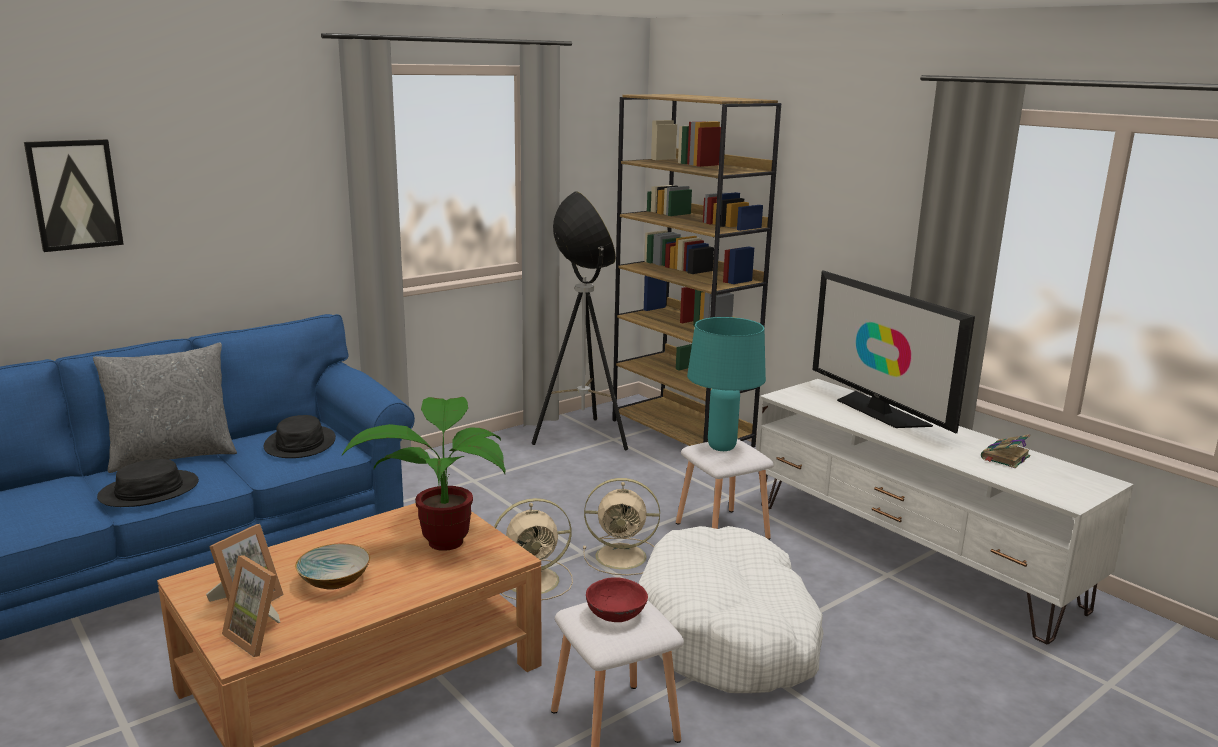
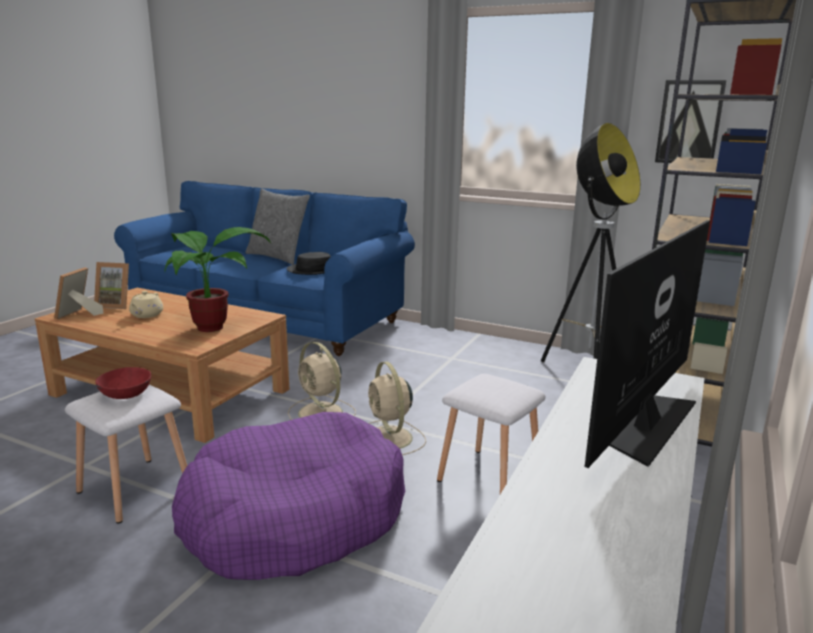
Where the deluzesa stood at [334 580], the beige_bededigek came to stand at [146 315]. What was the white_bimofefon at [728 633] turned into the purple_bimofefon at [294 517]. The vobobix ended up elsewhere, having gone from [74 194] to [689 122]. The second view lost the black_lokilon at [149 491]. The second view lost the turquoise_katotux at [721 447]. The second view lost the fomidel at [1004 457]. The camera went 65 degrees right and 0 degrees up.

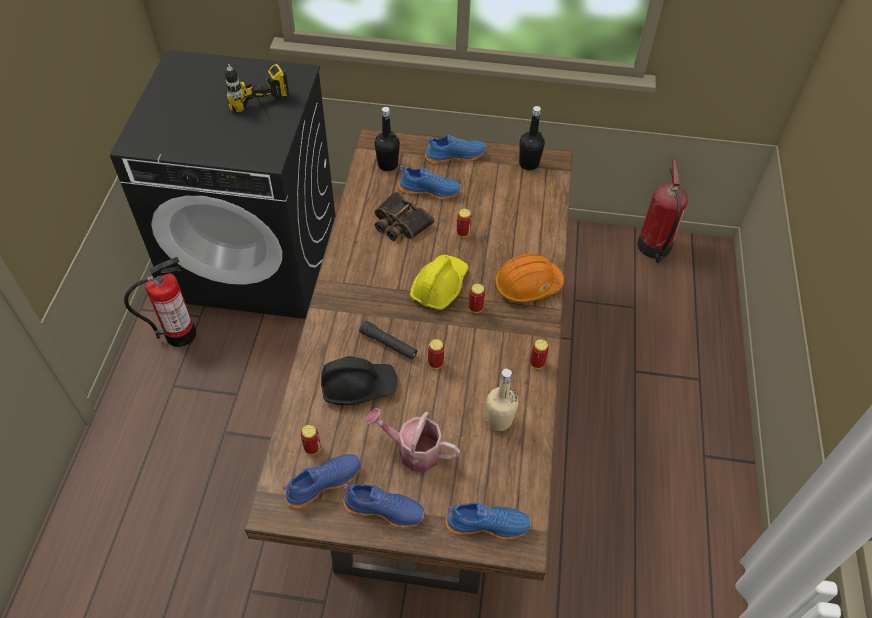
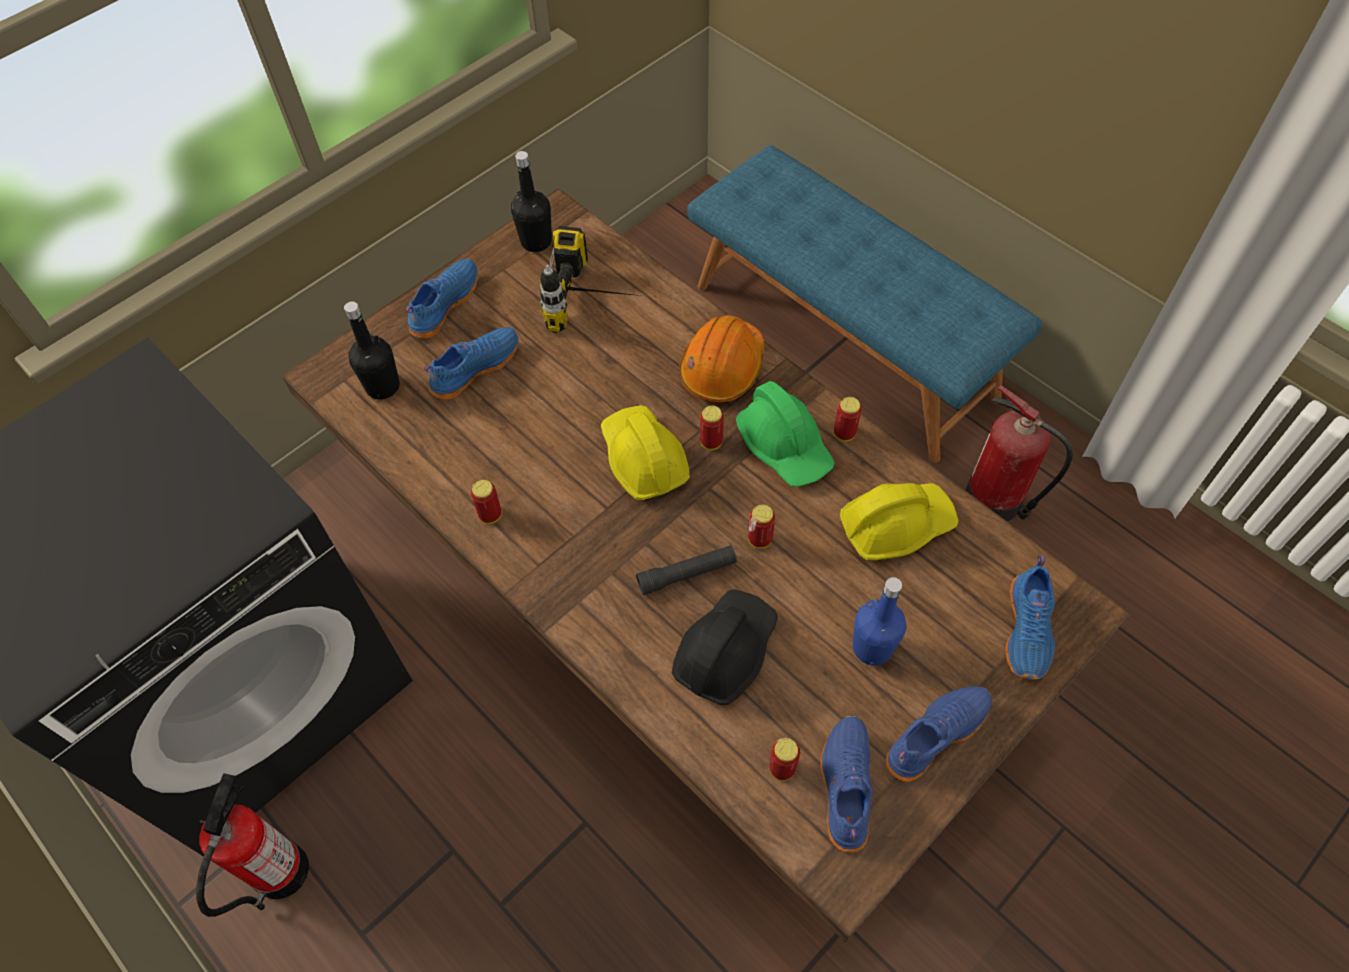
The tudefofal ended up elsewhere, having gone from [463 233] to [490 515]. The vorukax ended up elsewhere, having gone from [266 115] to [596 302]. The second view gained the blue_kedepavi at [845 339]. The second view gained the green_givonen at [784 446]. Where the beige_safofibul stood at [499 420], the yellow_givonen came to stand at [895 525]. Where the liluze stood at [413 450], the blue_safofibul came to stand at [872 647]. The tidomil ended up elsewhere, having gone from [654 247] to [996 501]. The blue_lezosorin at [487 523] ended up facing another way, 150 degrees clockwise from before. The second view lost the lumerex at [400 223]. The camera went 50 degrees left and 5 degrees up.

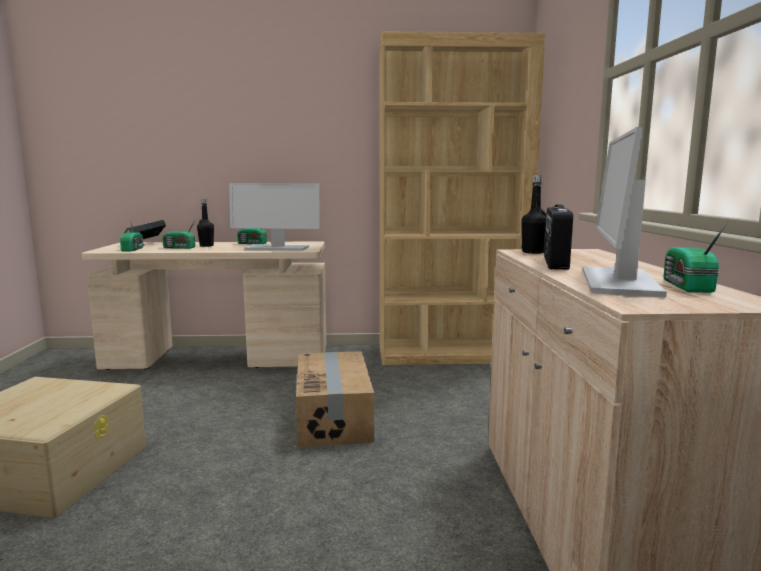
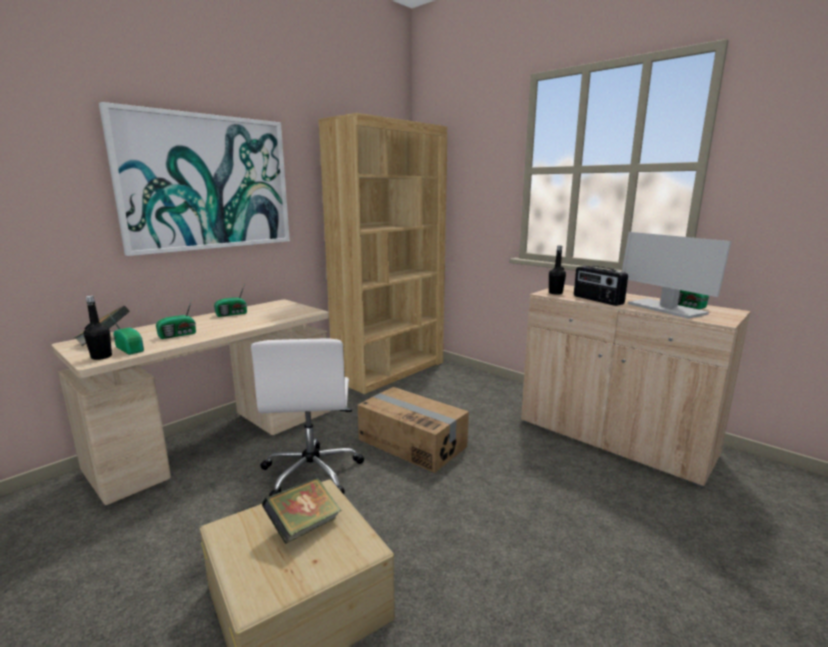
The black_safofibul ended up elsewhere, having gone from [206 246] to [101 357]. The second view gained the vobobix at [207 183]. The second view gained the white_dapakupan at [312 472]. The second view gained the fomidel at [304 526]. The second view lost the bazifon at [276 248]. The camera went 45 degrees left and 5 degrees up.

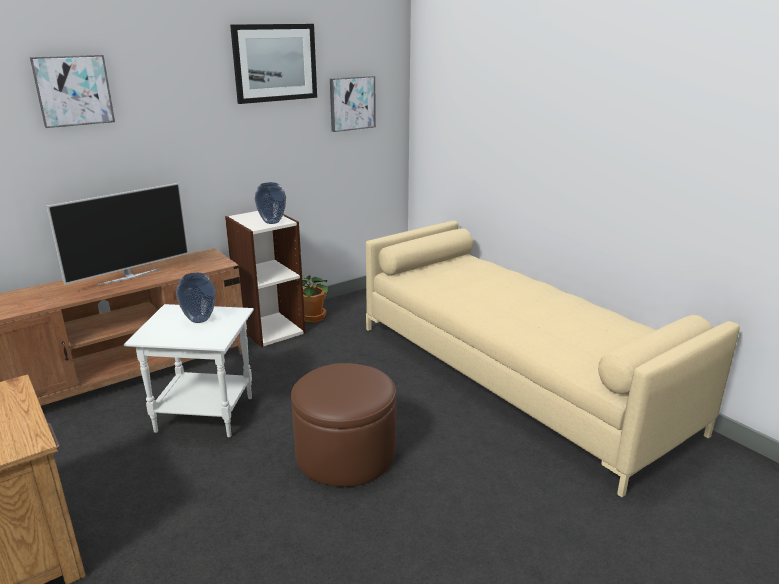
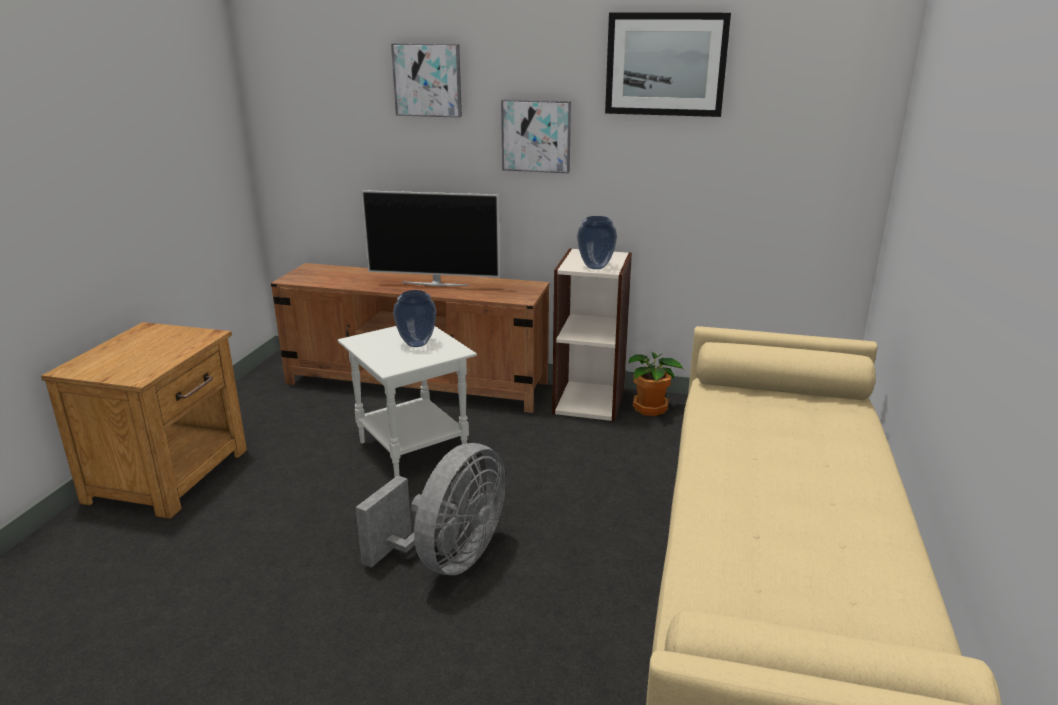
Where the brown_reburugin stood at [345 454], the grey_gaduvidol came to stand at [447 559]. The vobobix ended up elsewhere, having gone from [351 103] to [536 135]. The camera went 50 degrees right and 0 degrees up.

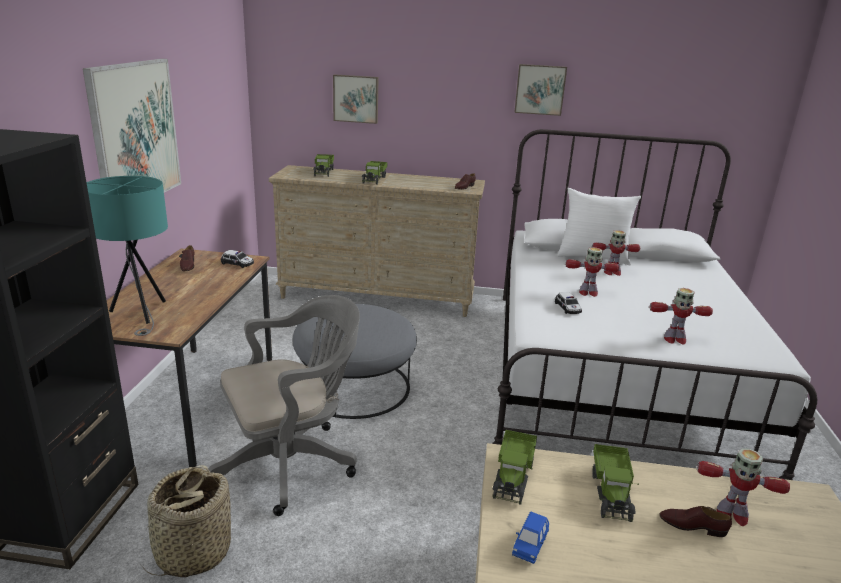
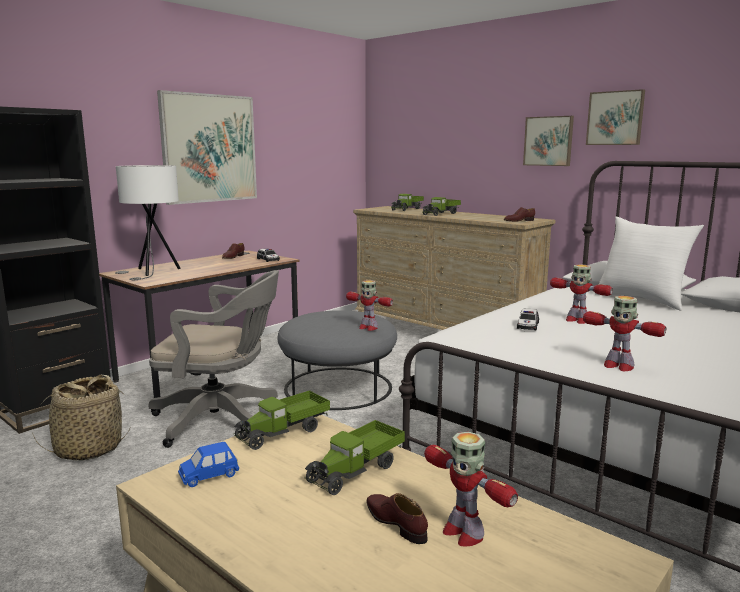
What was the turquoise_katotux at [141 314] turned into the white_katotux at [154 272]. The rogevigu ended up elsewhere, having gone from [612 272] to [368 327]. The vobobix ended up elsewhere, having gone from [356 98] to [548 141]. The camera went 35 degrees right and 10 degrees down.

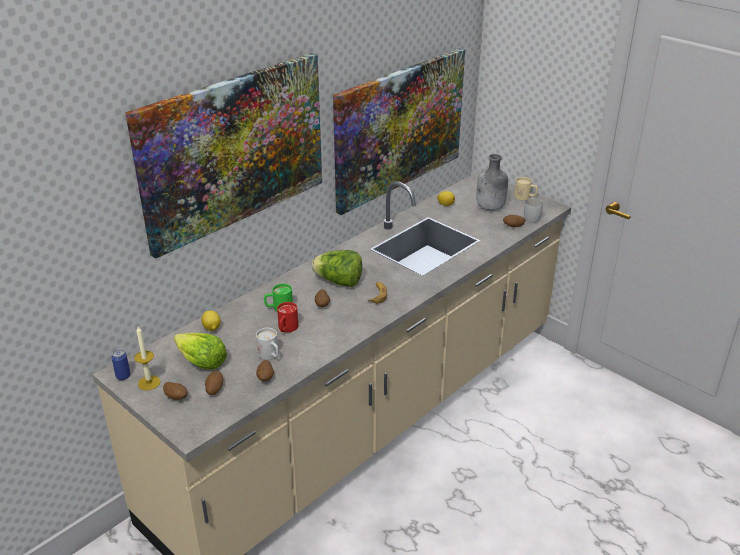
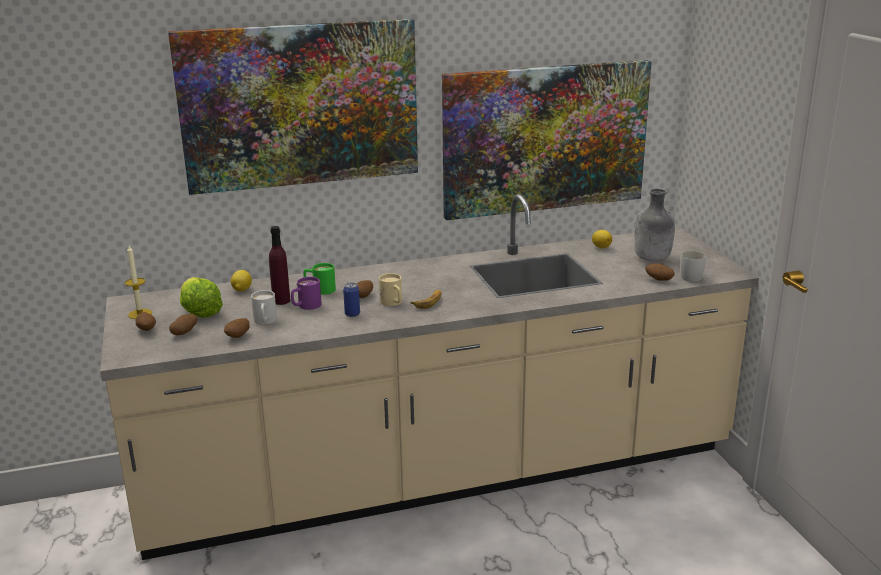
The second view gained the purple_safofibul at [281 301]. What was the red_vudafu at [286 329] turned into the purple_vudafu at [305 306]. The tudefofal ended up elsewhere, having gone from [123 376] to [352 314]. The beige_vudafu ended up elsewhere, having gone from [525 197] to [393 303]. The second view lost the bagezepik at [339 282]. The camera went 30 degrees right and 10 degrees down.

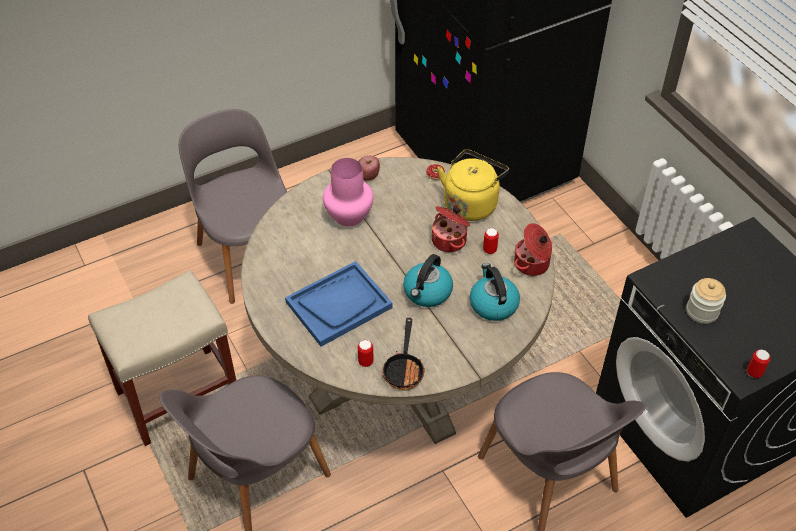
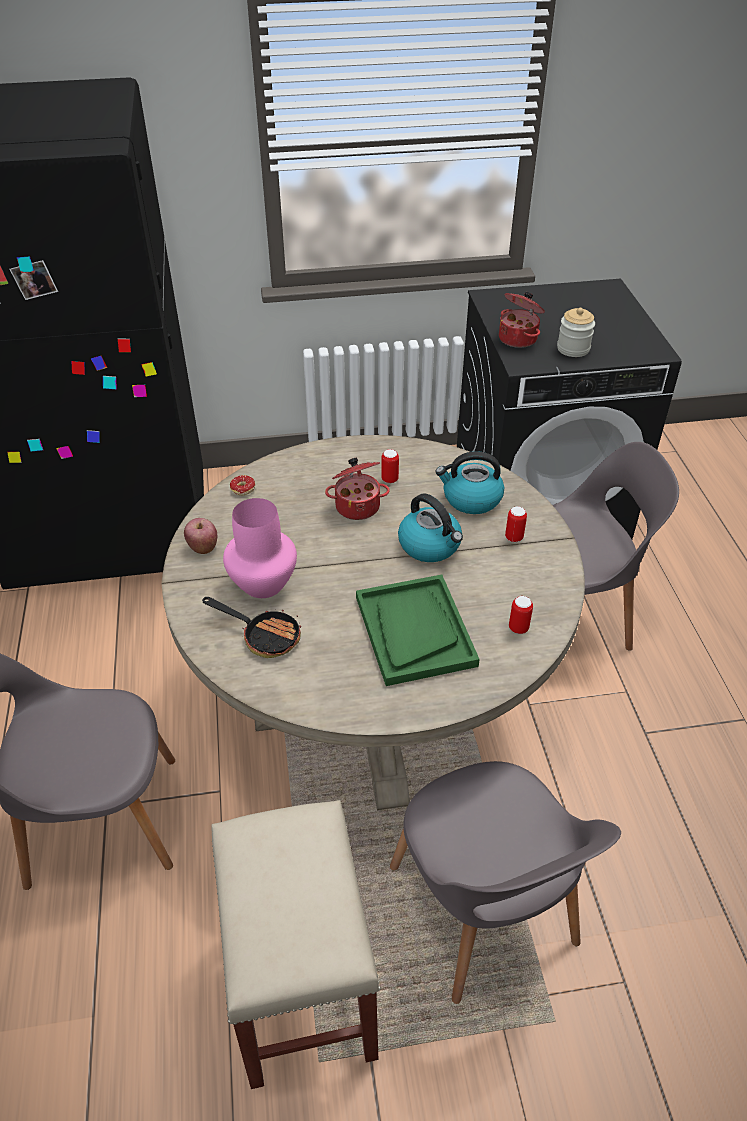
The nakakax ended up elsewhere, having gone from [404 369] to [264 635]. What was the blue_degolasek at [339 305] turned into the green_degolasek at [414 631]. The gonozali ended up elsewhere, having gone from [532 264] to [518 338]. The tudefofal ended up elsewhere, having gone from [754 372] to [514 537]. The second view lost the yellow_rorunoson at [471 203]. The camera went 70 degrees left and 5 degrees down.

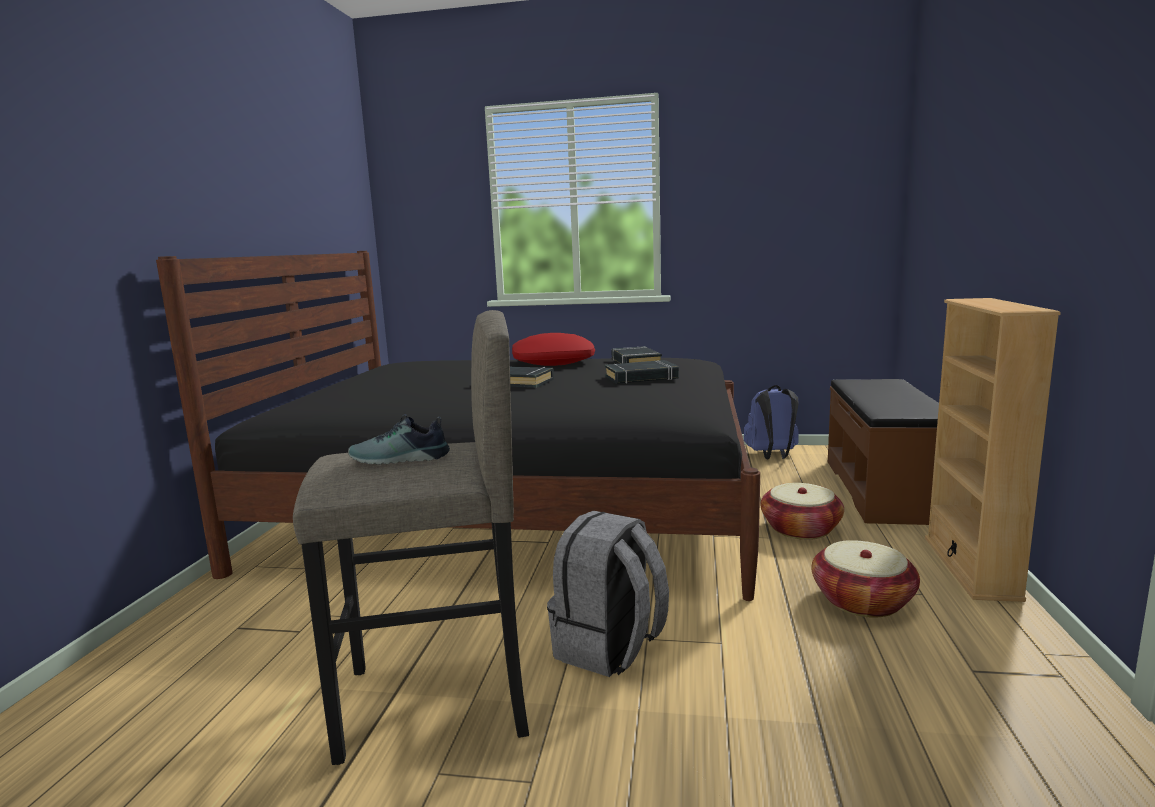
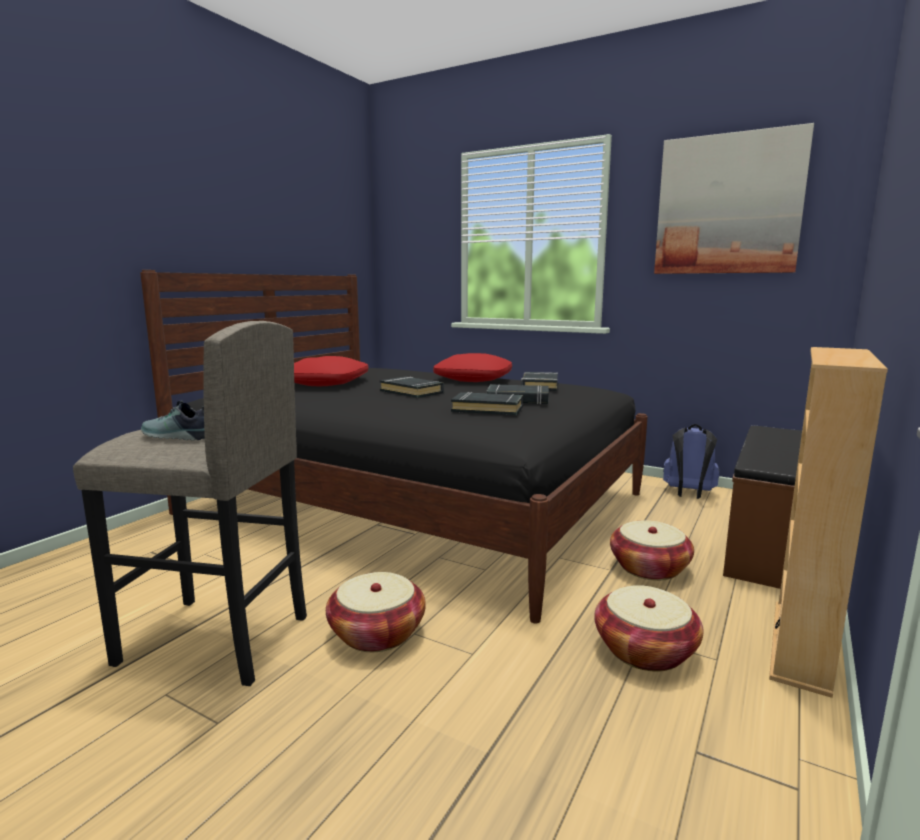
The second view gained the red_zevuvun at [326 383]. Where the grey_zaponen stood at [609 648], the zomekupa came to stand at [377 633]. The second view gained the black_fomidel at [487 409]. The second view gained the vobobix at [728 205]. The camera went 20 degrees right and 0 degrees up.

